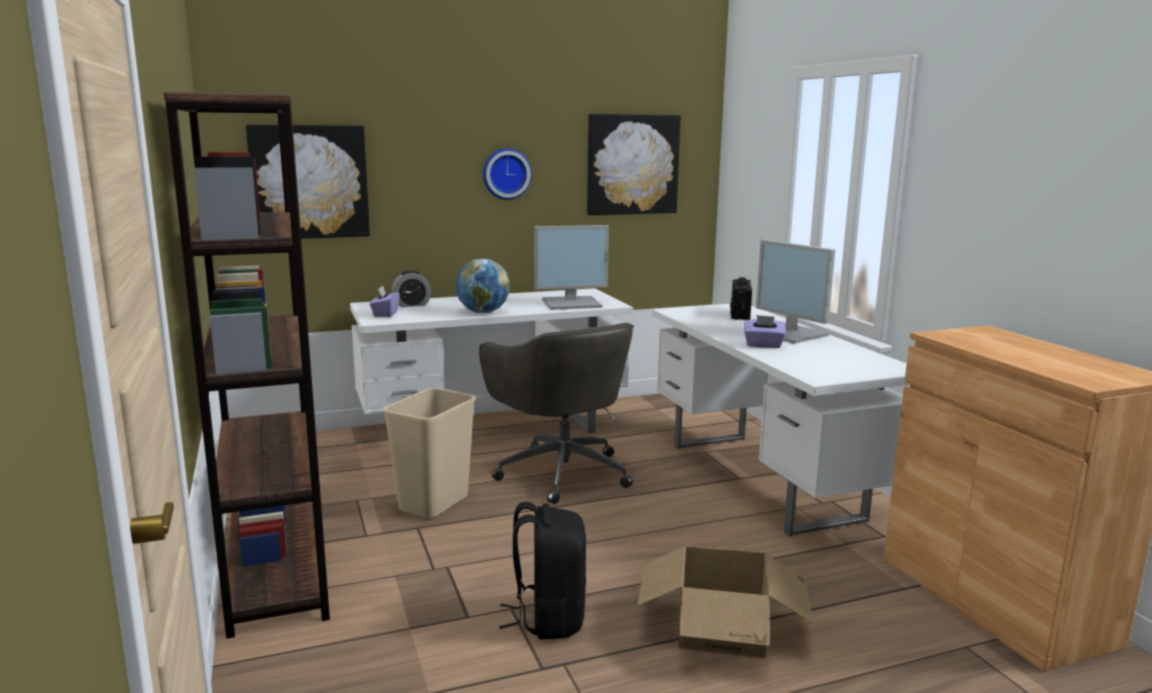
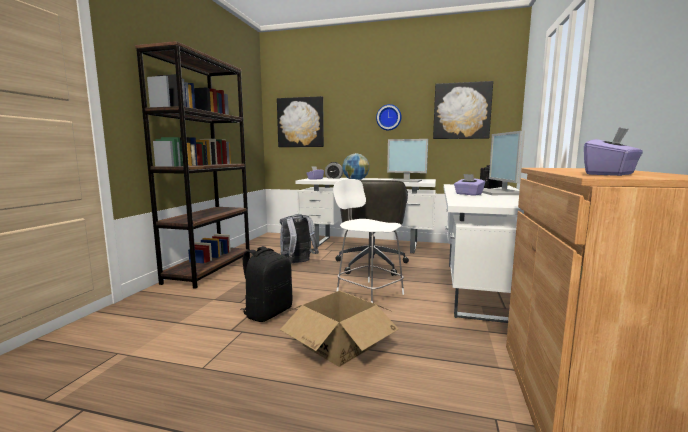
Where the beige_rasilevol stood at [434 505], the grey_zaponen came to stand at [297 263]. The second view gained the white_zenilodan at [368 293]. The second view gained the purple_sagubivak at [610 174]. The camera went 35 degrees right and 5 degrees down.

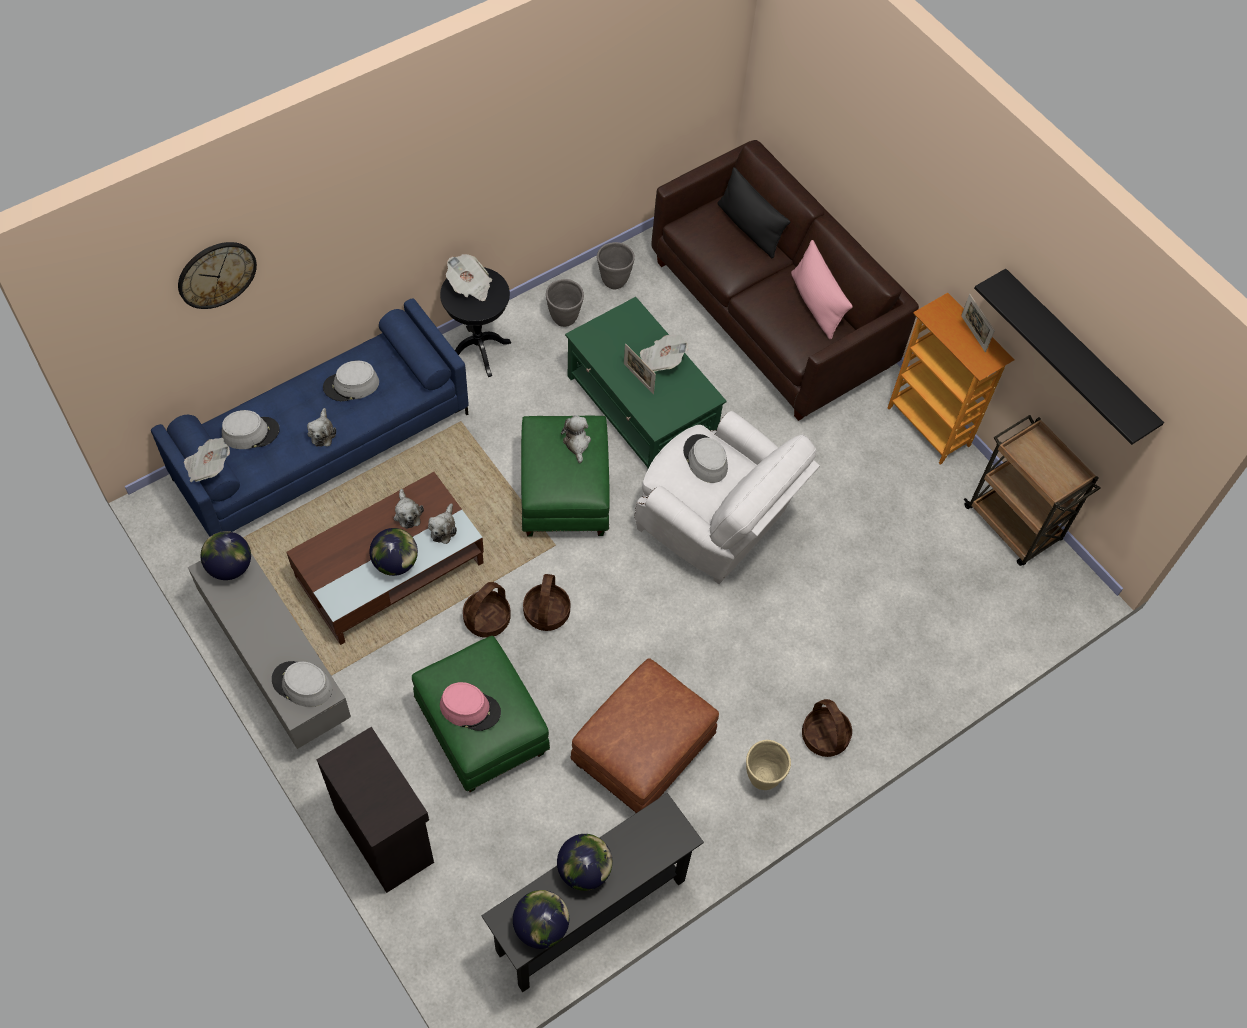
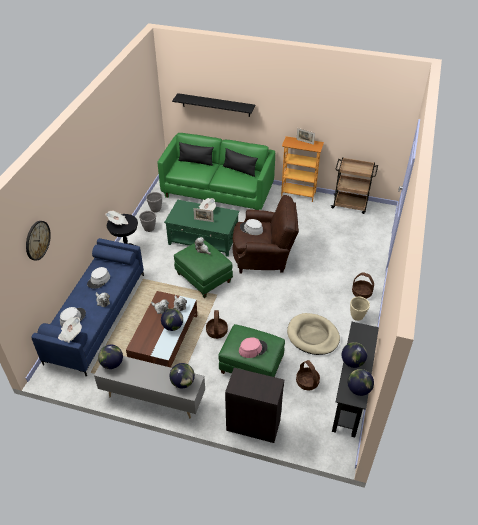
What was the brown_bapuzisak at [772 314] turned into the green_bapuzisak at [218 191]. Where the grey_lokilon stood at [302 684], the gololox came to stand at [183 382]. The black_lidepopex ended up elsewhere, having gone from [1076 354] to [216 105]. What was the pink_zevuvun at [816 304] turned into the black_zevuvun at [239 170]. What was the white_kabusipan at [716 525] turned into the brown_kabusipan at [264 257]. Where the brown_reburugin stood at [642 753], the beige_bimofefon came to stand at [313 336]. The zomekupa ended up elsewhere, having gone from [546 612] to [307 382]. The camera went 35 degrees left and 15 degrees down.

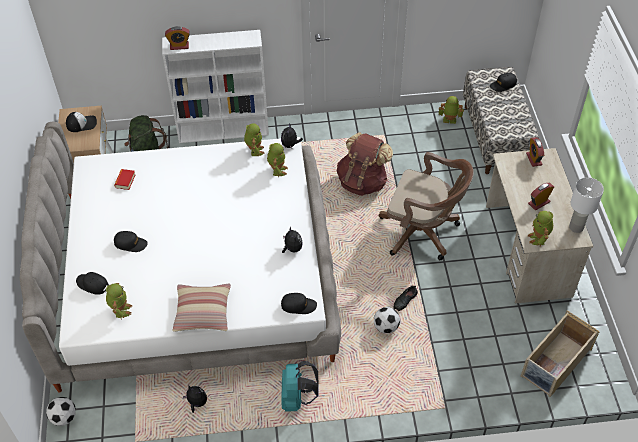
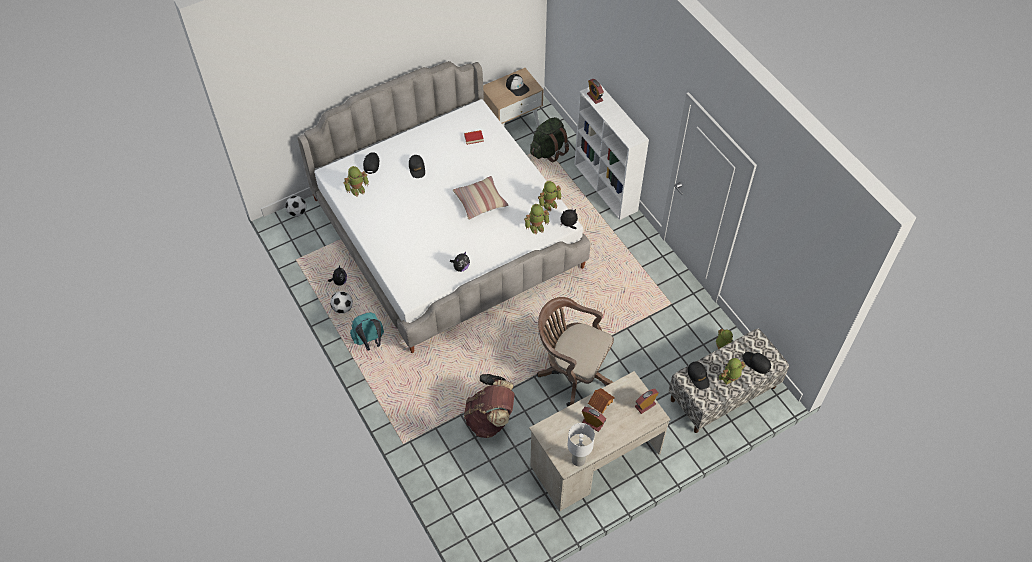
The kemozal ended up elsewhere, having gone from [386 327] to [343 308]. The zevuvun ended up elsewhere, having gone from [203 312] to [480 201]. The brown_zaponen ended up elsewhere, having gone from [362 182] to [490 420]. The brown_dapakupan at [423 232] ended up facing another way, 120 degrees clockwise from before. The second view gained the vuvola at [600 403]. The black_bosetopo ended up elsewhere, having gone from [298 305] to [698 376]. The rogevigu ended up elsewhere, having gone from [539 238] to [729 379]. The second view lost the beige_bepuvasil at [555 363]. The camera went 65 degrees right and 5 degrees up.

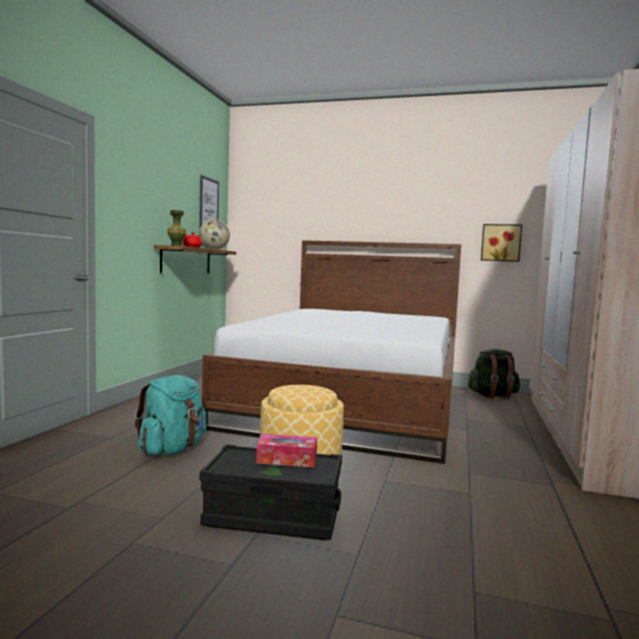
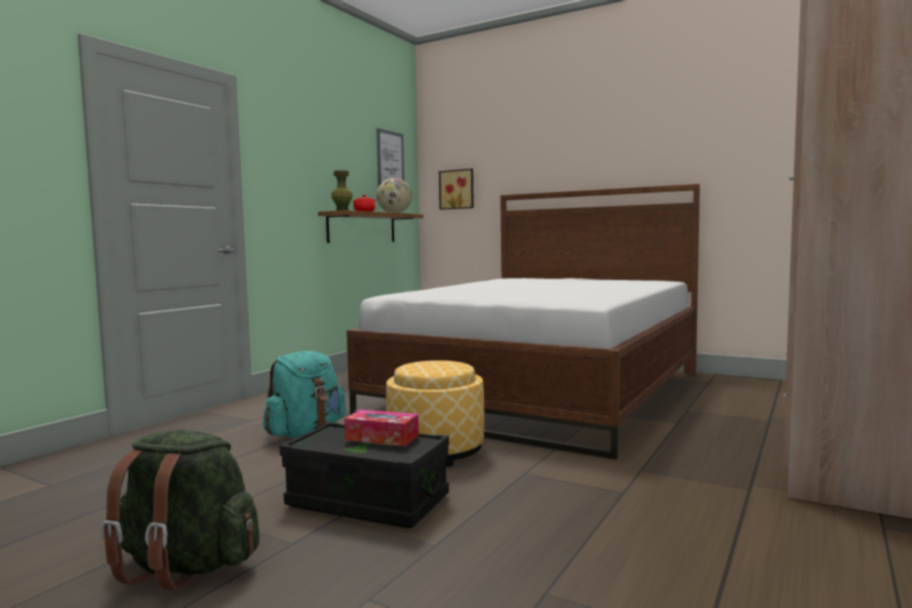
The green_zaponen ended up elsewhere, having gone from [492 396] to [186 567]. The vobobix ended up elsewhere, having gone from [500 242] to [457 189]. The camera went 15 degrees right and 0 degrees up.

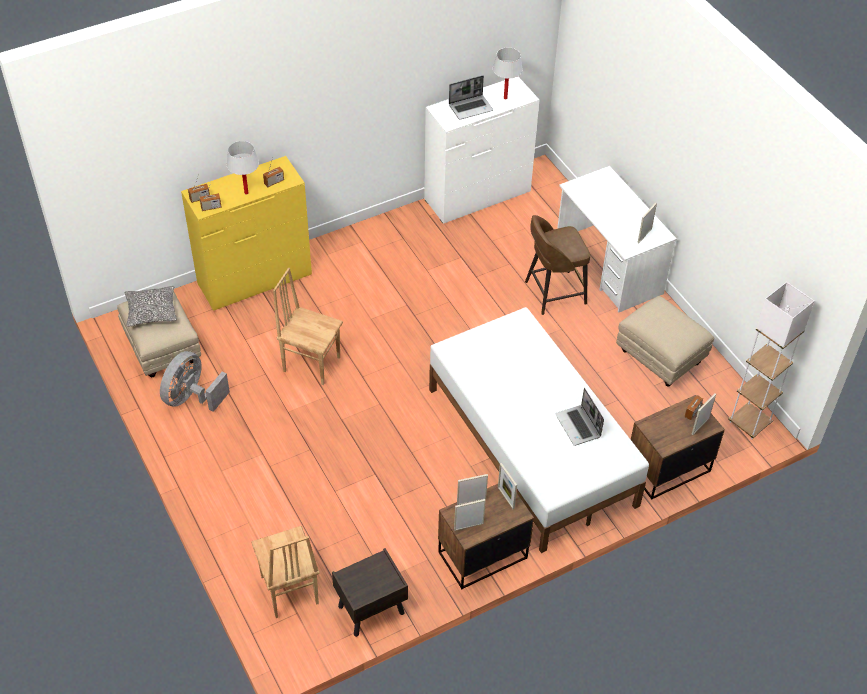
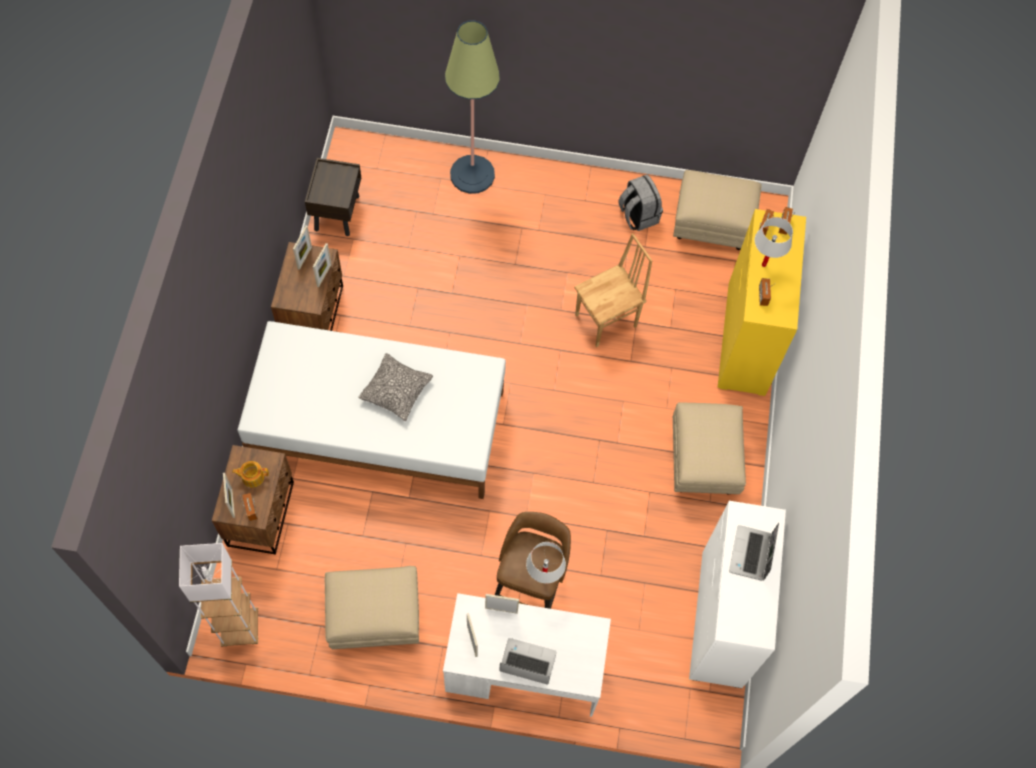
The second view gained the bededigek at [252 476]. The zevuvun ended up elsewhere, having gone from [151 311] to [396 390]. The second view gained the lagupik at [472 174]. The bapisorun ended up elsewhere, having gone from [506 498] to [501 610]. The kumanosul ended up elsewhere, having gone from [578 426] to [527 662]. The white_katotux ended up elsewhere, having gone from [505 98] to [543 578]. Where the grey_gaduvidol stood at [192 398], the grey_zaponen came to stand at [637 215]. The second view gained the beige_reburugin at [703 461]. The second view lost the brown_zenilodan at [288 591]. The camera went 125 degrees right and 15 degrees up.

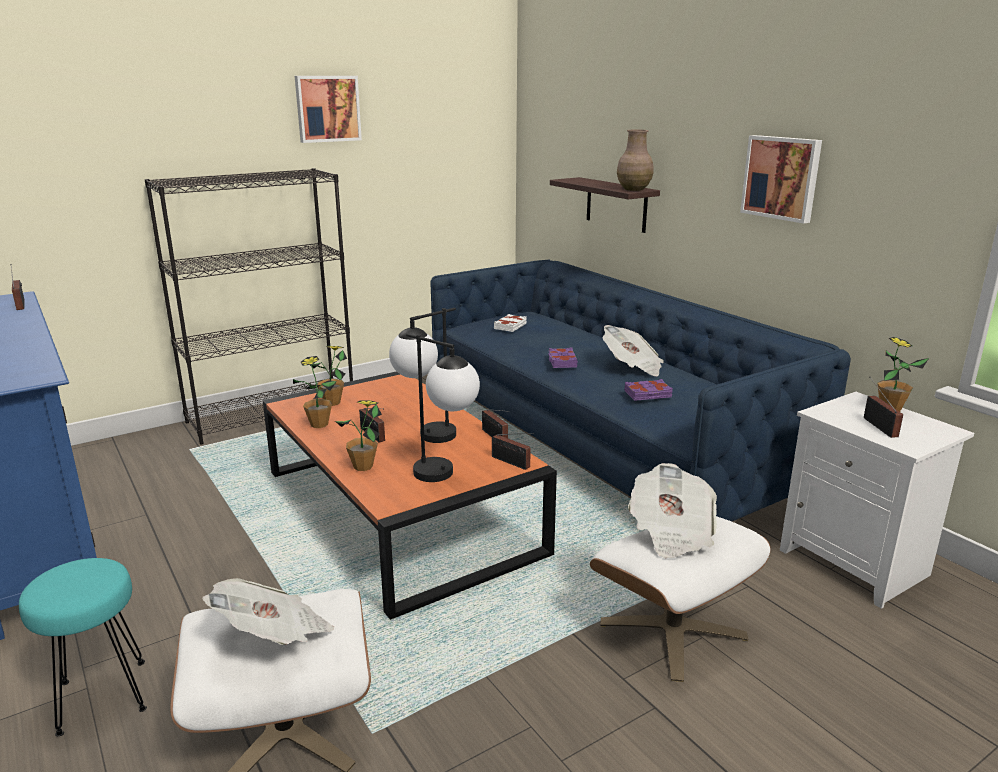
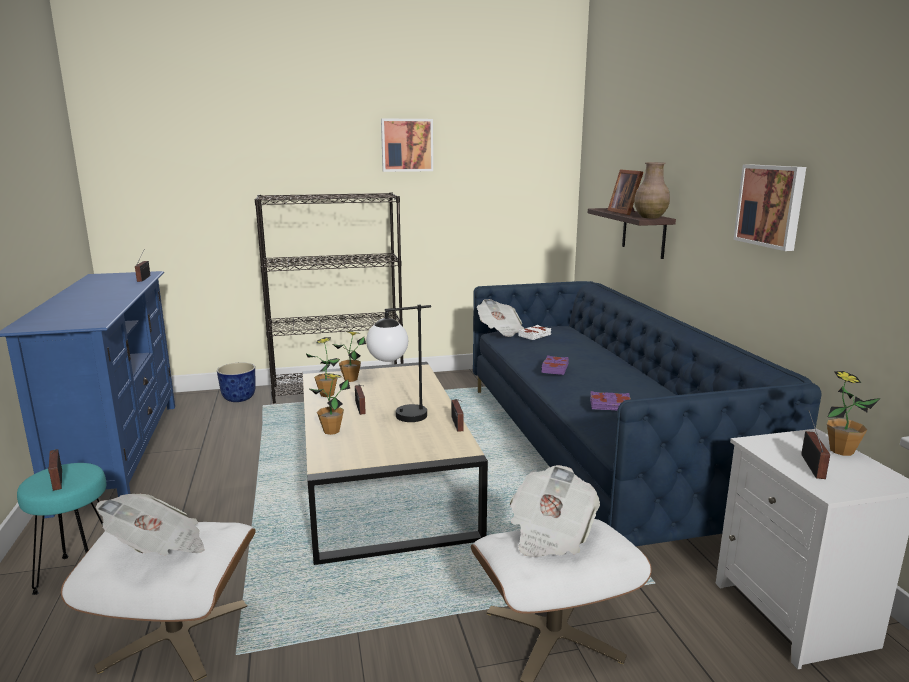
The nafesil ended up elsewhere, having gone from [512 463] to [57 481]. The second view gained the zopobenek at [239 398]. What was the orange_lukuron at [401 510] turned into the beige_lukuron at [383 478]. The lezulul ended up elsewhere, having gone from [632 367] to [500 330]. The second view gained the bapisorun at [625 212]. The second view lost the katotux at [446 477]. The camera went 20 degrees right and 5 degrees down.

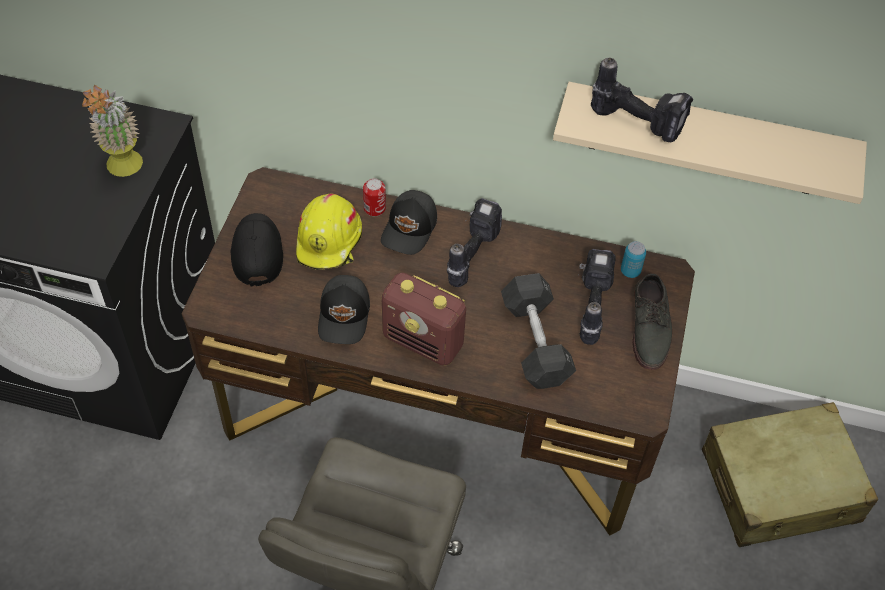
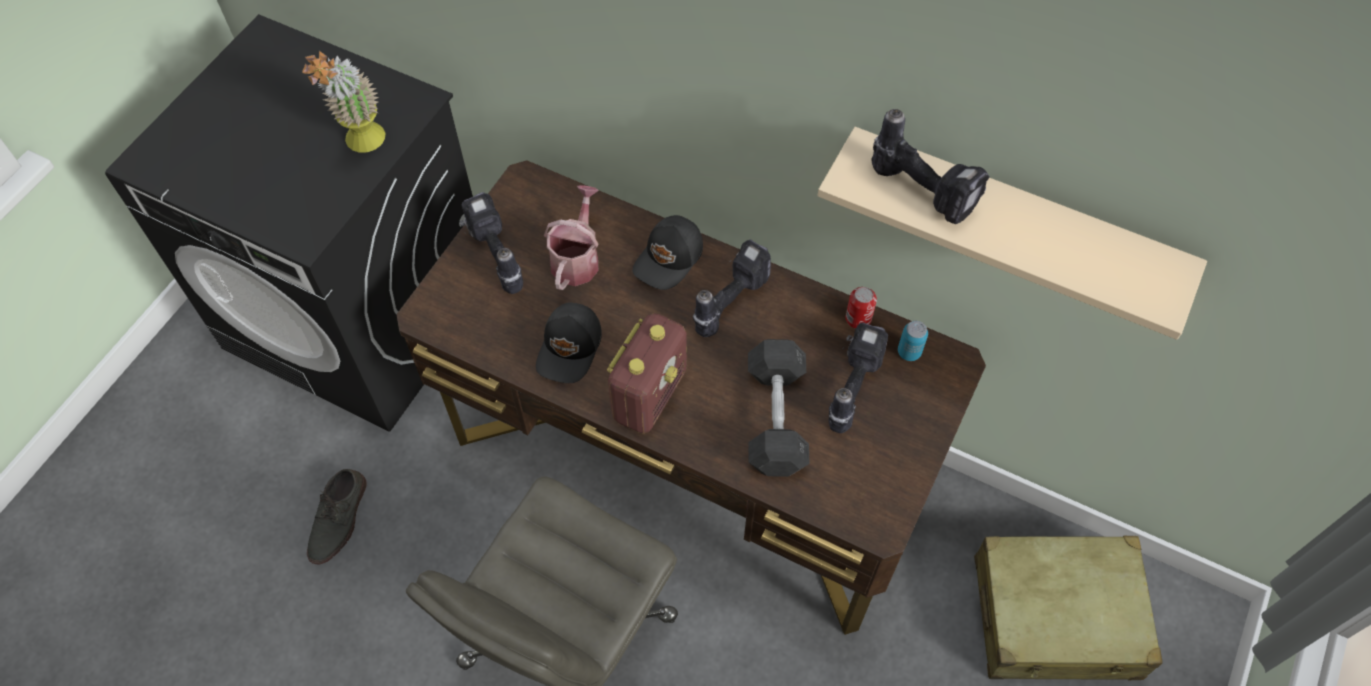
The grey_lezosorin ended up elsewhere, having gone from [650 327] to [339 519]. Where the black_bosetopo stood at [256 252], the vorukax came to stand at [494 258]. Where the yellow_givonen stood at [330 241], the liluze came to stand at [577 258]. The nafesil at [423 341] ended up facing another way, 105 degrees counterclockwise from before. The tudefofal ended up elsewhere, having gone from [374 208] to [858 318]. The camera went 15 degrees right and 5 degrees up.

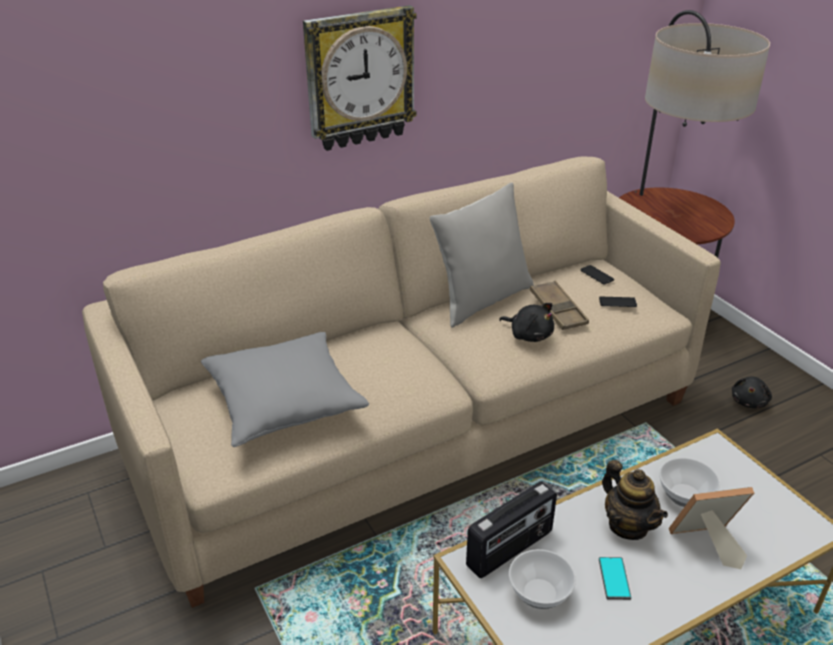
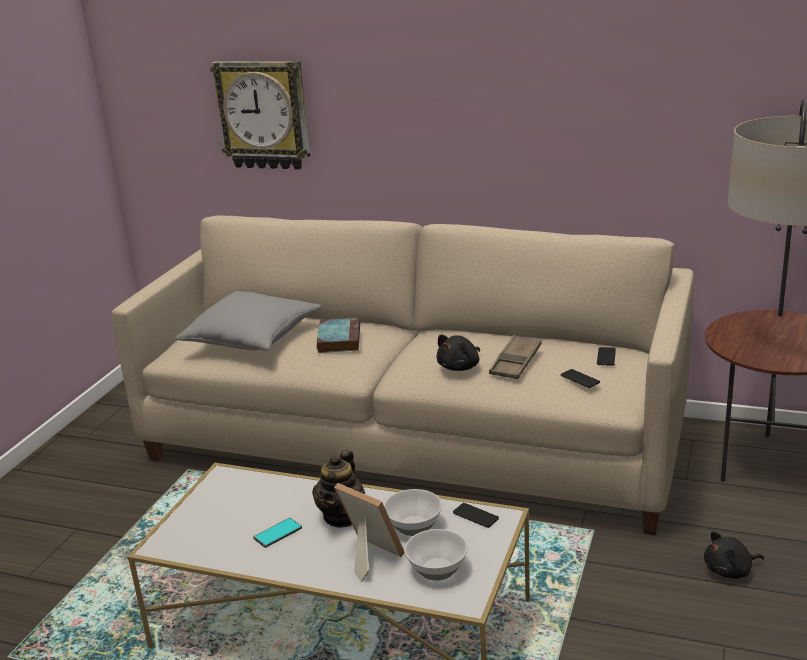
The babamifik ended up elsewhere, having gone from [359 78] to [264 115]. The second view gained the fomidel at [339 339]. The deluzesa ended up elsewhere, having gone from [538 593] to [436 569]. The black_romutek at [529 335] ended up facing another way, 45 degrees clockwise from before. The second view gained the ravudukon at [475 516]. The second view lost the grey_zevuvun at [481 300]. The second view lost the nafesil at [510 549]. The camera went 50 degrees right and 10 degrees down.

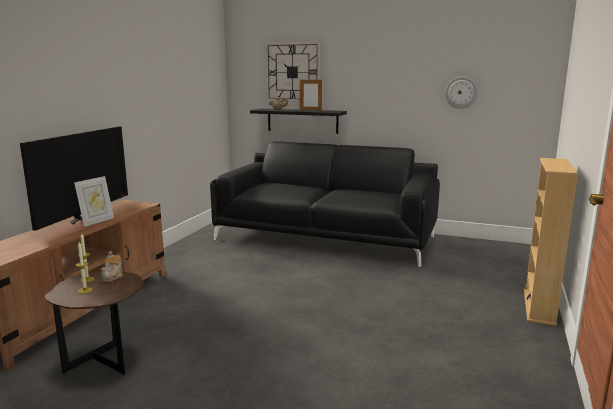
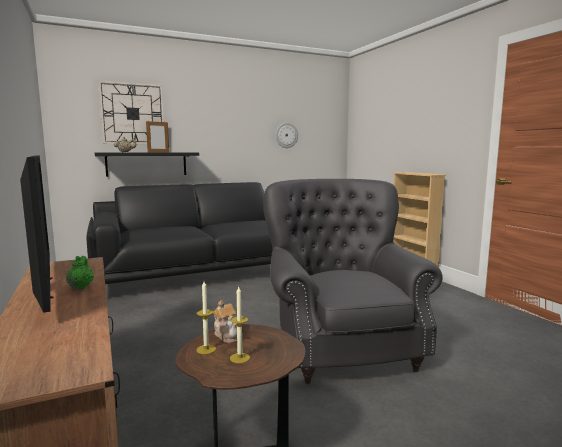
Where the bapisorun stood at [97 221], the green_bededigek came to stand at [81 287]. The second view gained the grey_kabusipan at [342 346]. The camera went 45 degrees left and 5 degrees down.

